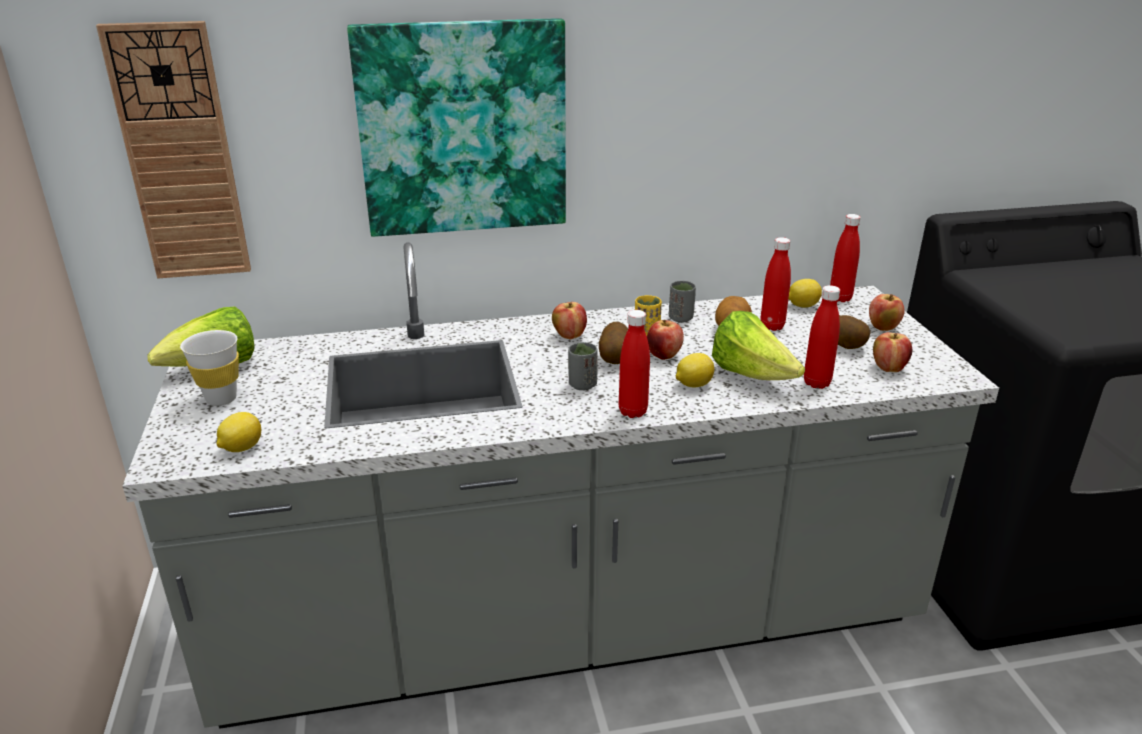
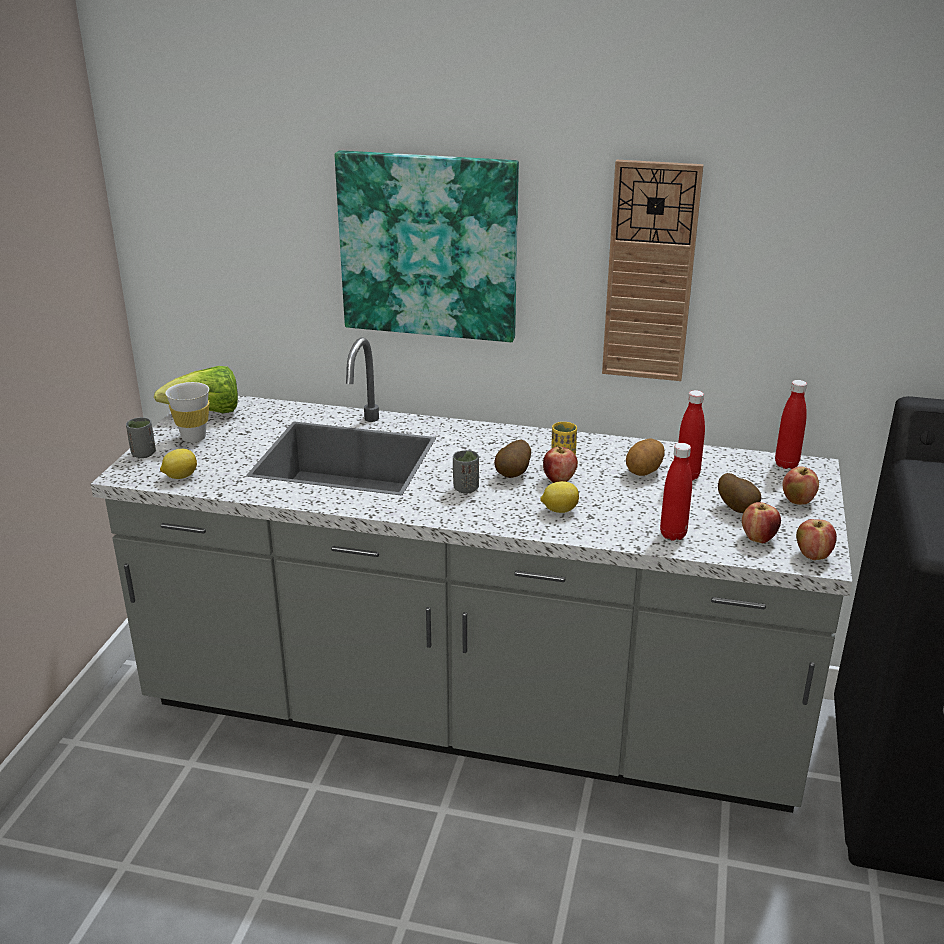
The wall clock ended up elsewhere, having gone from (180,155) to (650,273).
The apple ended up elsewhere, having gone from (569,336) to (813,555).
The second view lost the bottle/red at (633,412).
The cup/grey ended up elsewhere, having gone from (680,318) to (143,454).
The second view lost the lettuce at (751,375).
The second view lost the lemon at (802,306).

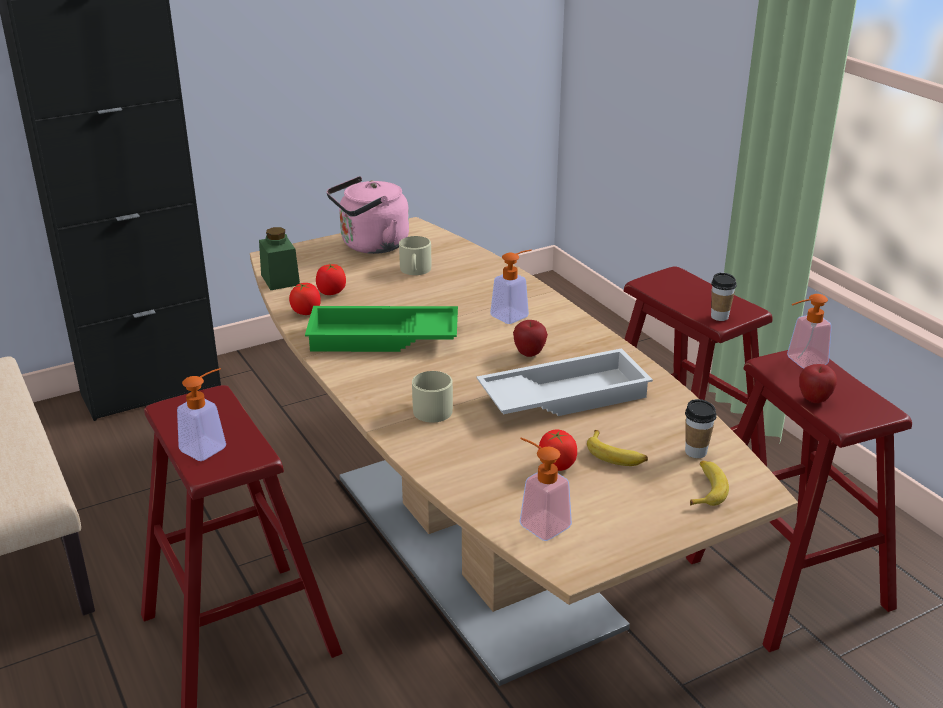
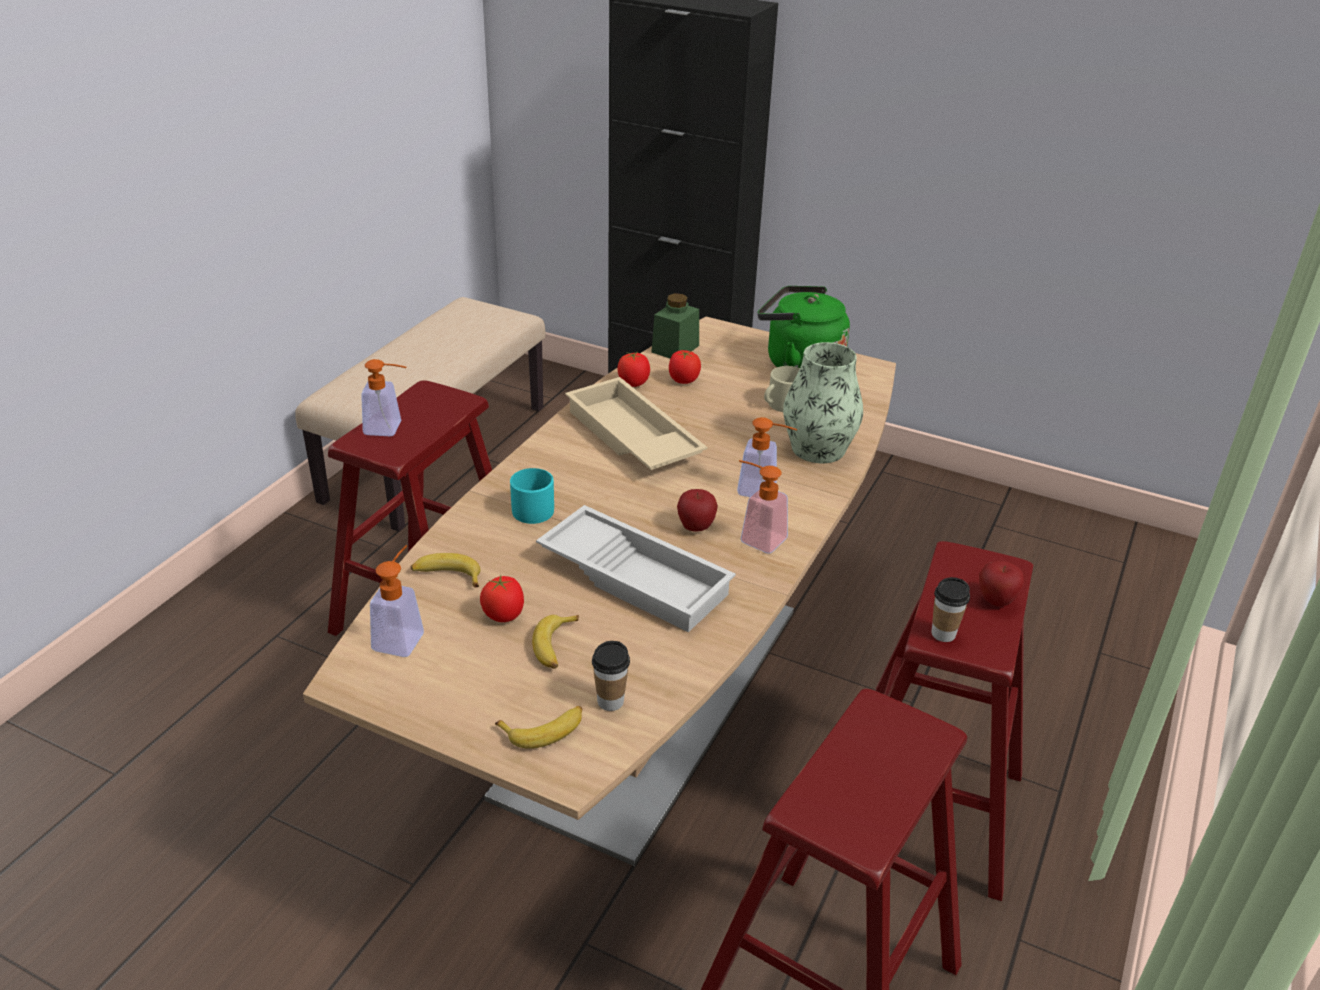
What was the tray/green at (382,339) turned into the tray/beige at (630,437).
What was the kettle/pink at (371,245) turned into the kettle/green at (799,364).
What was the mug/beige at (429,409) turned into the mug/turquoise at (535,508).
The soap dispenser ended up elsewhere, having gone from (801,362) to (756,537).
The apple ended up elsewhere, having gone from (814,399) to (996,601).
The second view gained the banana at (447,576).
The second view gained the vase at (818,449).

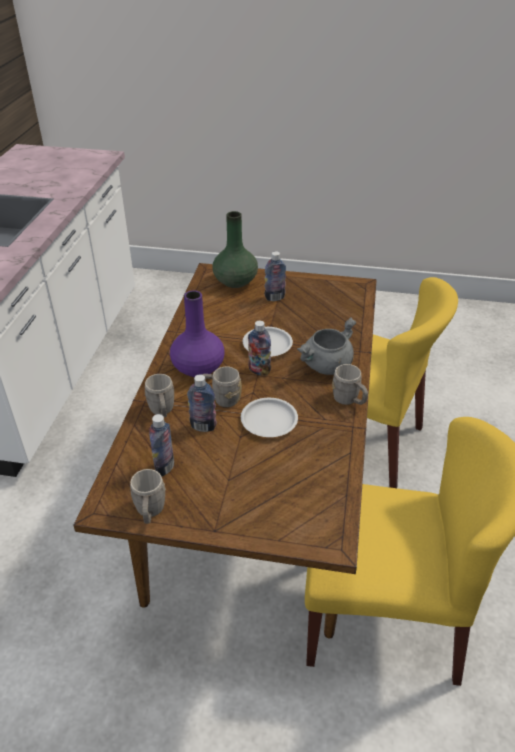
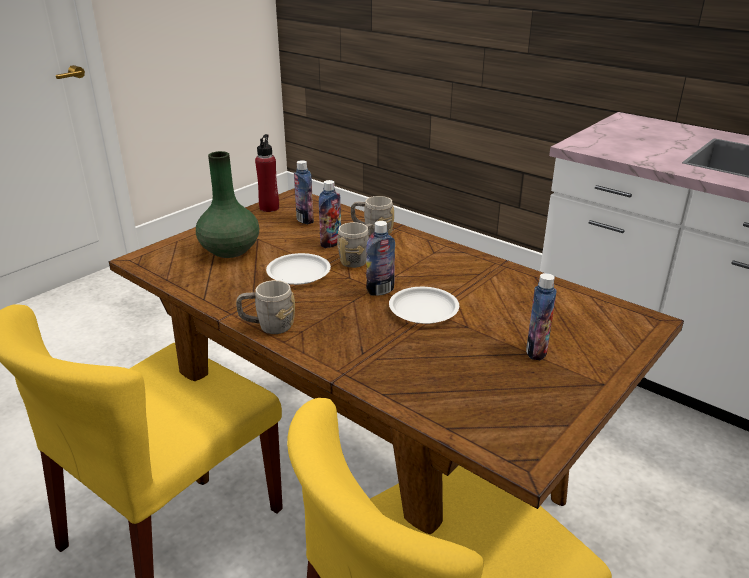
Where the mug/grey stood at (150,512), the bottle/red came to stand at (269,208).
The second view lost the vase/purple at (199,368).
The vase/green ended up elsewhere, having gone from (235,281) to (231,250).
The second view lost the cooking pot/grey at (326,366).

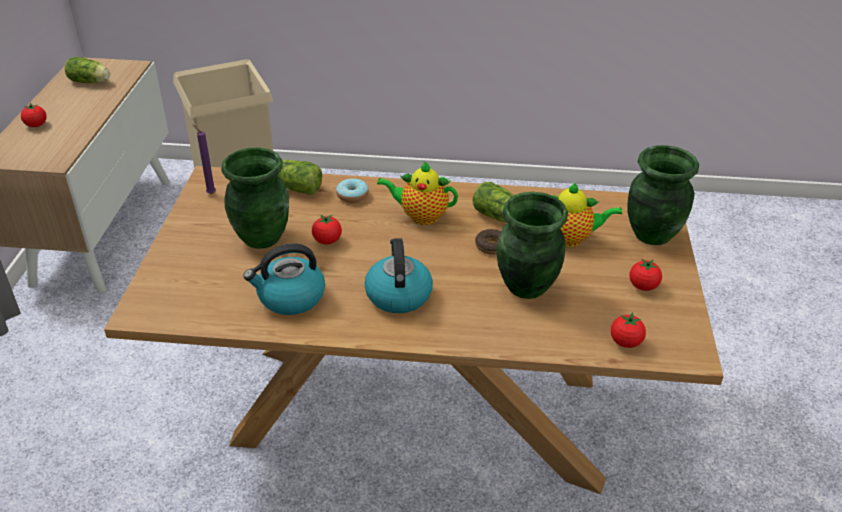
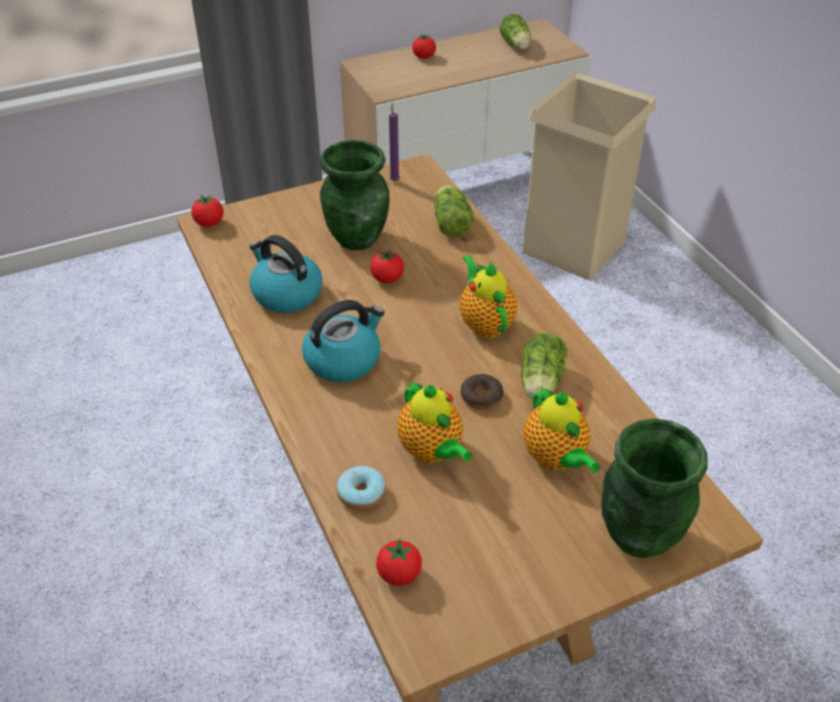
The donut ended up elsewhere, having gone from (352,196) to (361,494).
Where the vase/green stood at (526,287), the teapot came to stand at (432,451).
The tomato ended up elsewhere, having gone from (643,286) to (209,223).

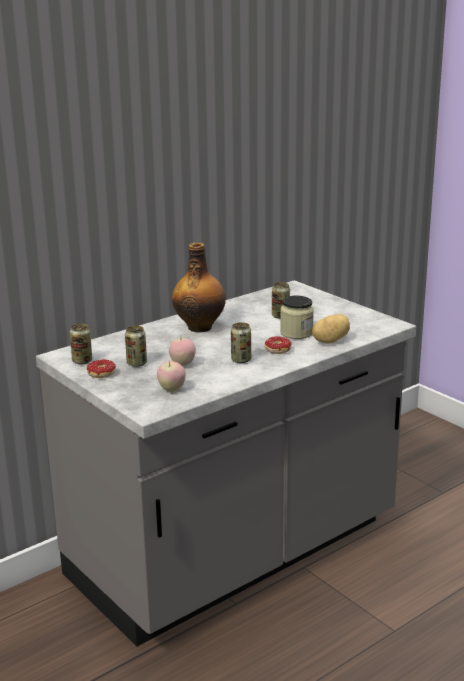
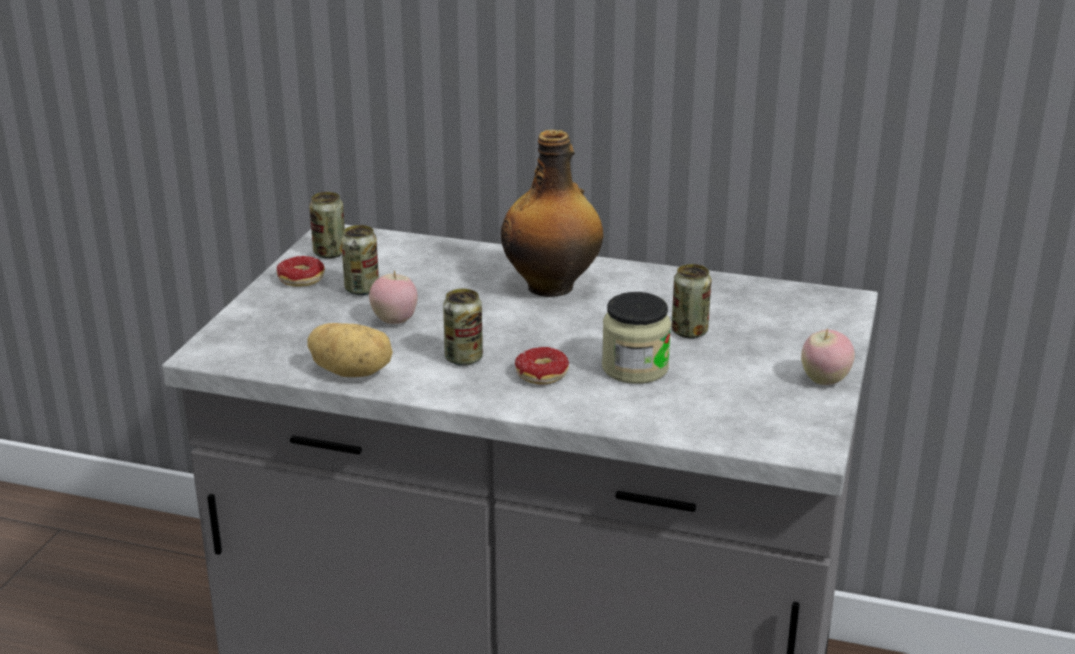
The apple ended up elsewhere, having gone from (171,389) to (825,380).
The potato ended up elsewhere, having gone from (329,341) to (352,372).

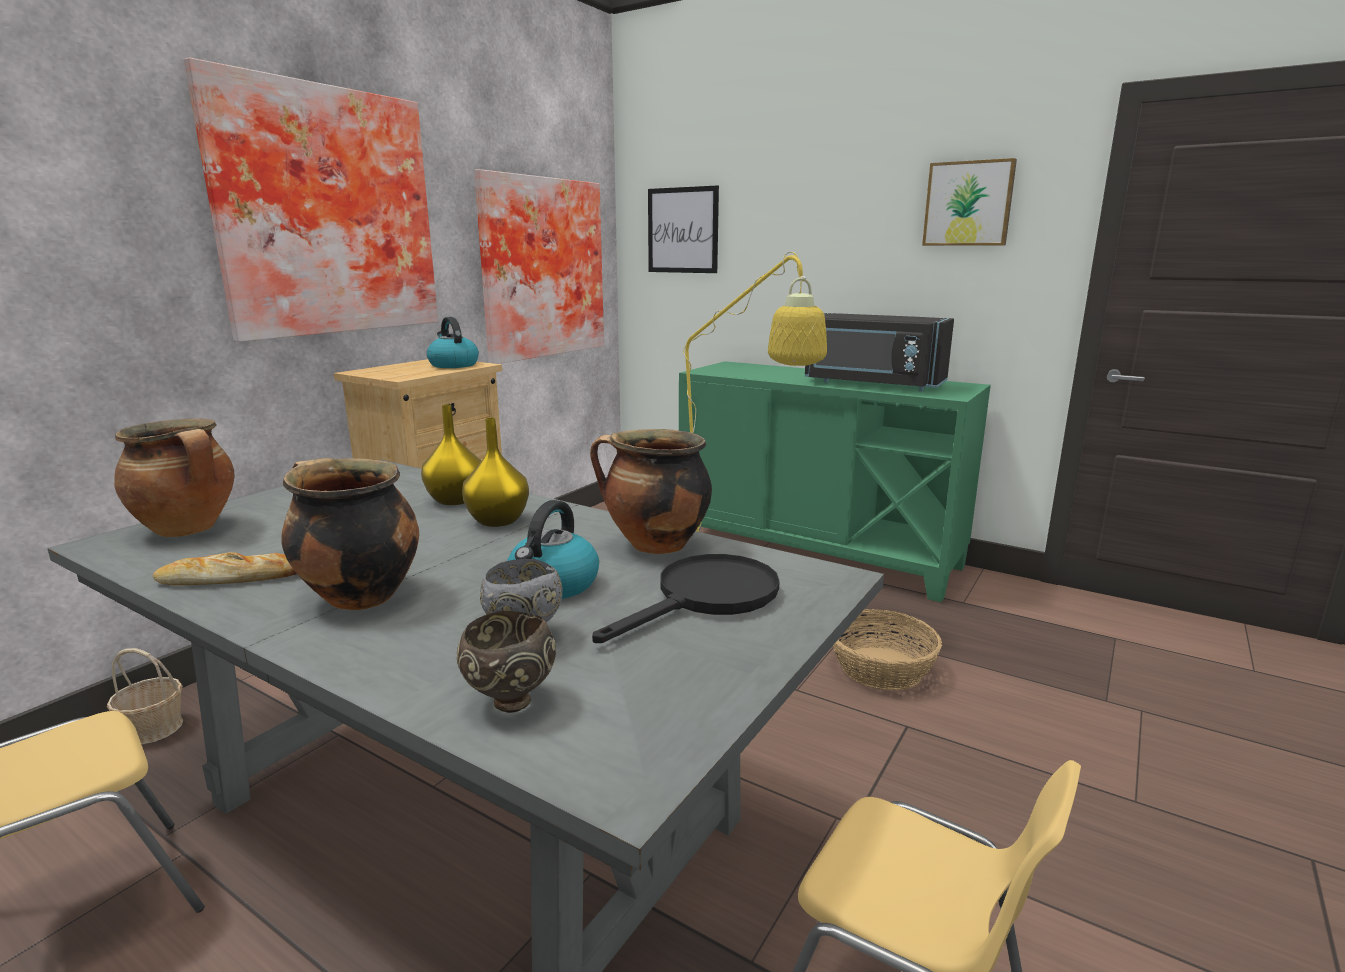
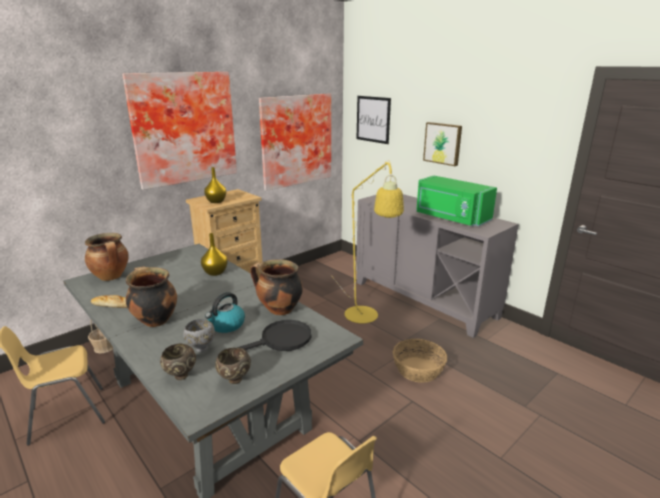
The second view lost the kettle at (453,365).
The vase/yellow ended up elsewhere, having gone from (499,521) to (216,201).
What was the cabinet/green at (817,552) turned into the cabinet/grey at (424,299).
What was the microwave/black at (872,384) turned into the microwave/green at (451,218).
The picture ended up elsewhere, having gone from (968,204) to (443,143).
The second view gained the bowl/brown at (234,380).

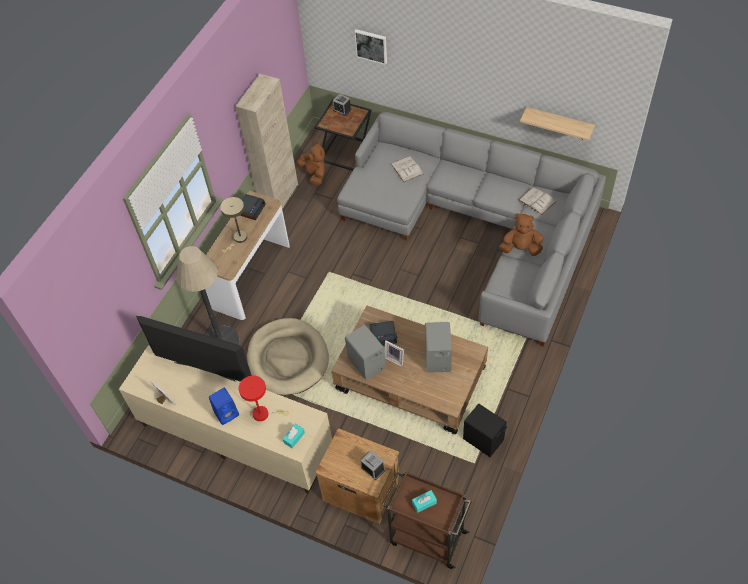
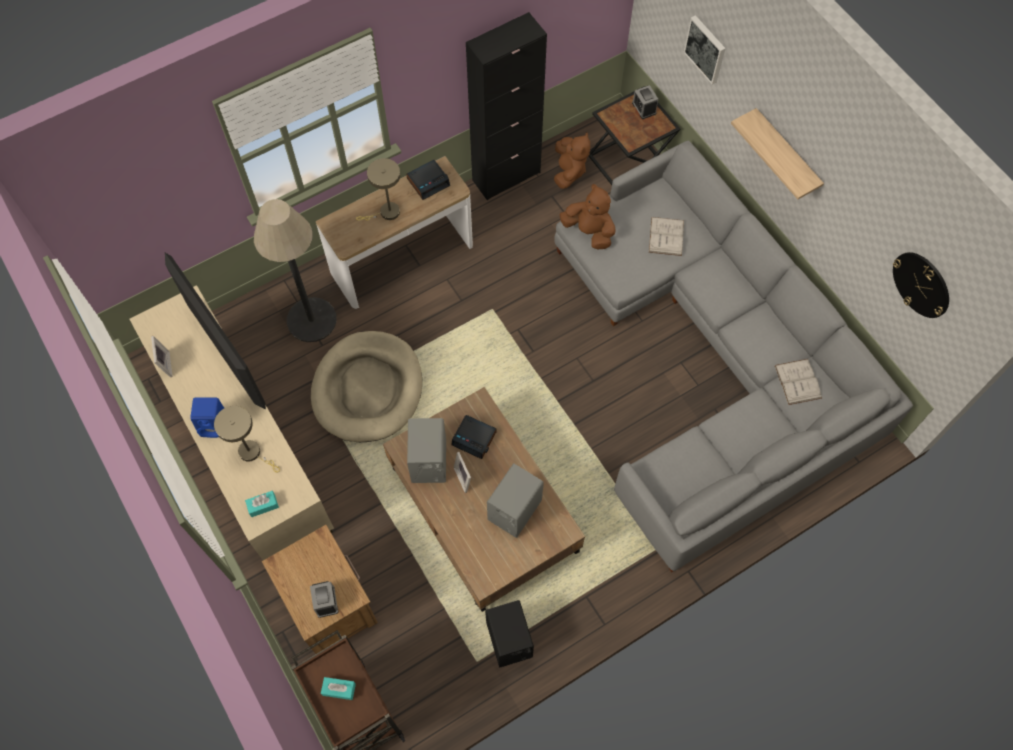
What was the cabinet/beige at (279,197) turned into the cabinet/black at (506,176).
What was the table lamp/red at (263,414) turned into the table lamp/beige at (253,453).
The plush toy/brown ended up elsewhere, having gone from (521,248) to (589,231).
The shelf ended up elsewhere, having gone from (559,124) to (785,155).
The second view gained the wall clock at (921,284).

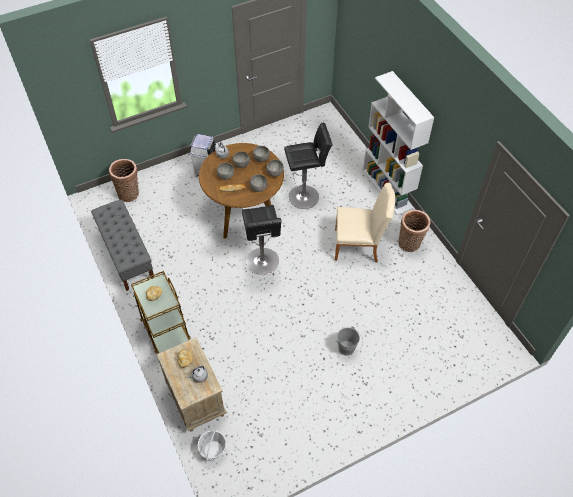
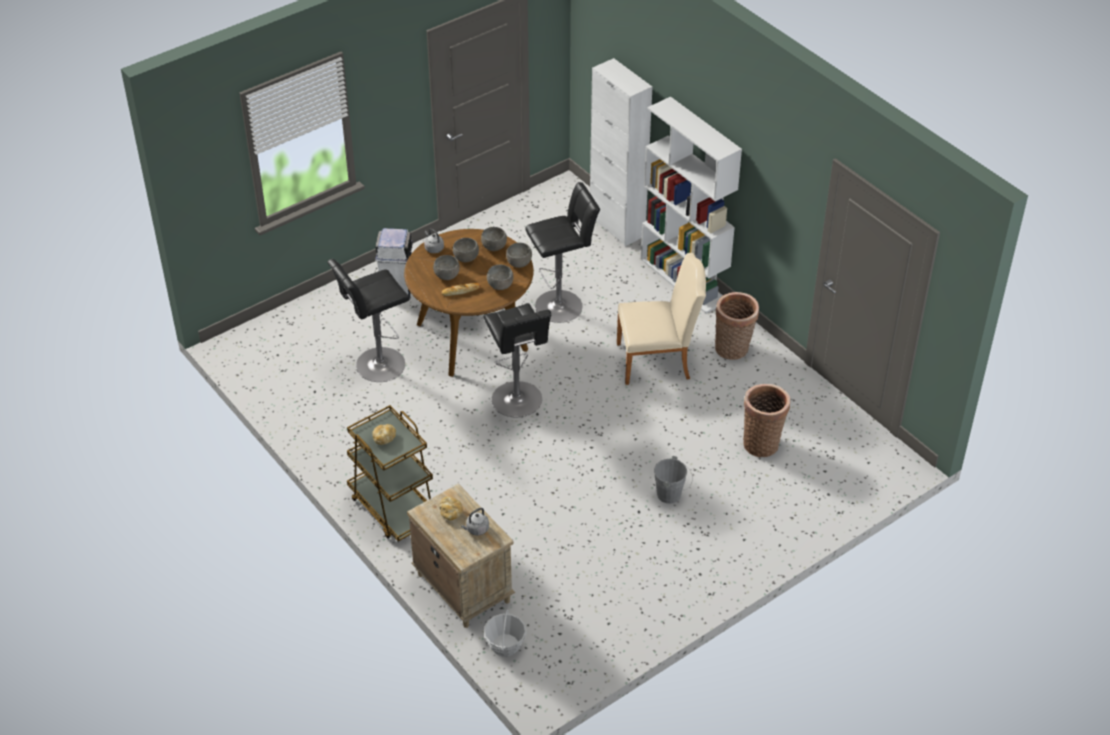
The second view lost the bench/grey at (126,255).
The basket ended up elsewhere, having gone from (129,193) to (762,442).
The second view gained the stool/black at (377,366).
The second view gained the cabinet/white at (617,226).

